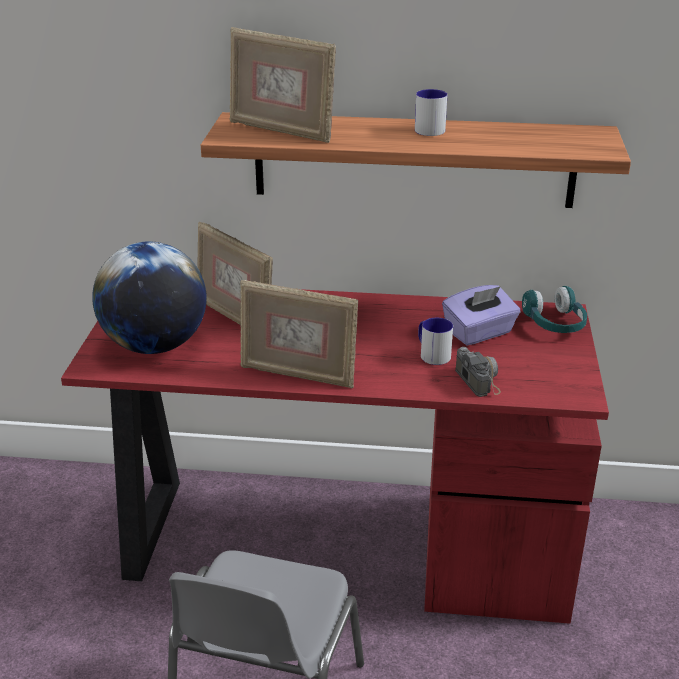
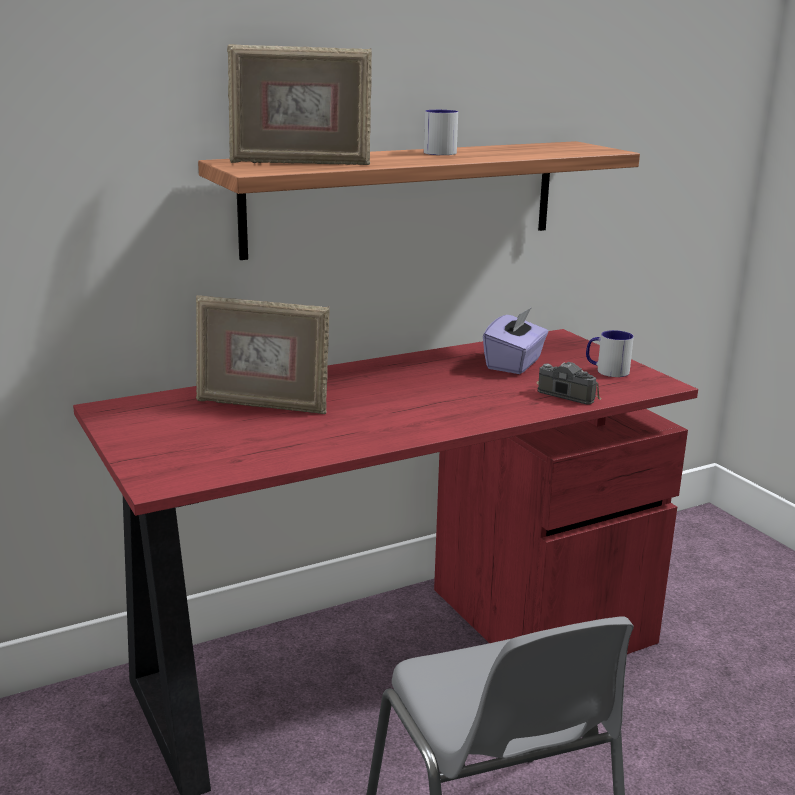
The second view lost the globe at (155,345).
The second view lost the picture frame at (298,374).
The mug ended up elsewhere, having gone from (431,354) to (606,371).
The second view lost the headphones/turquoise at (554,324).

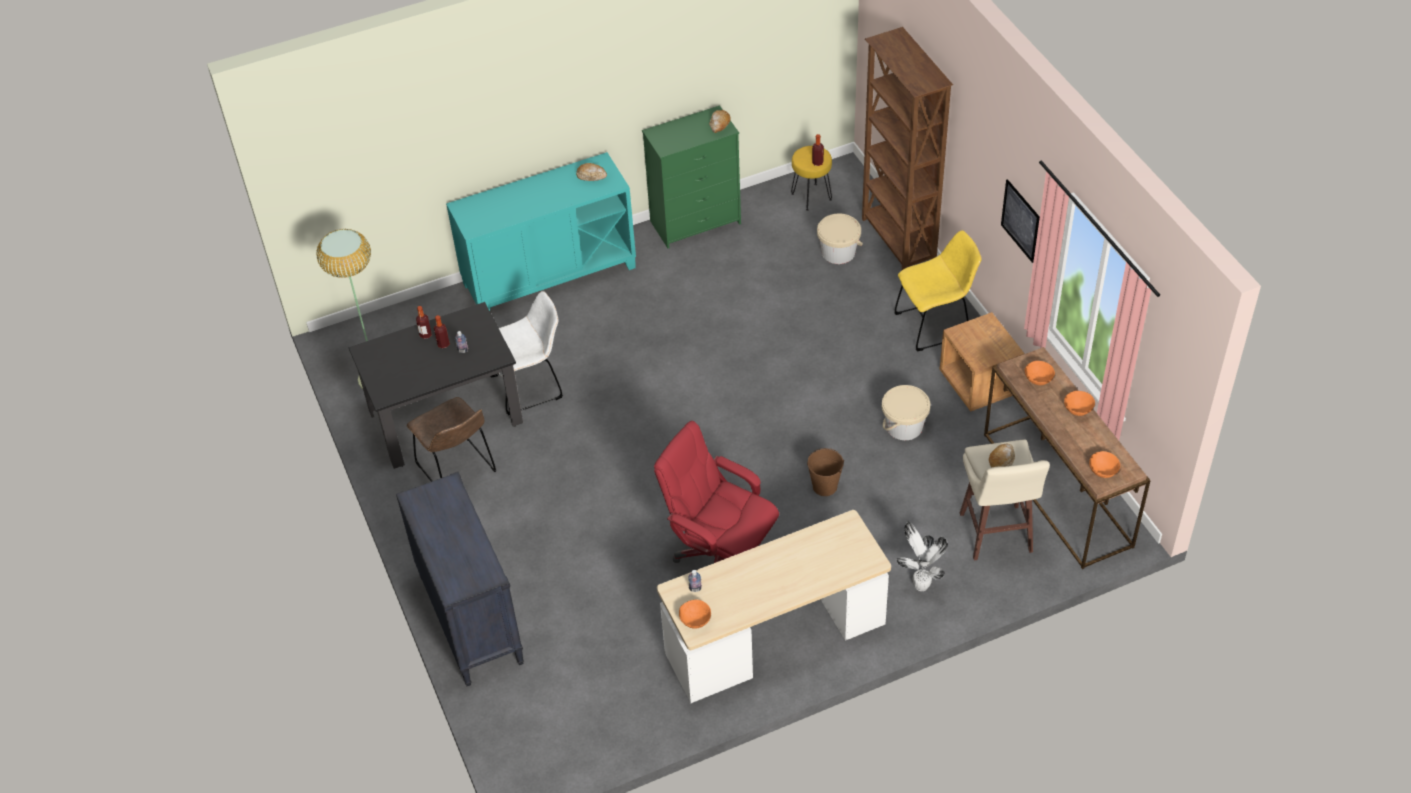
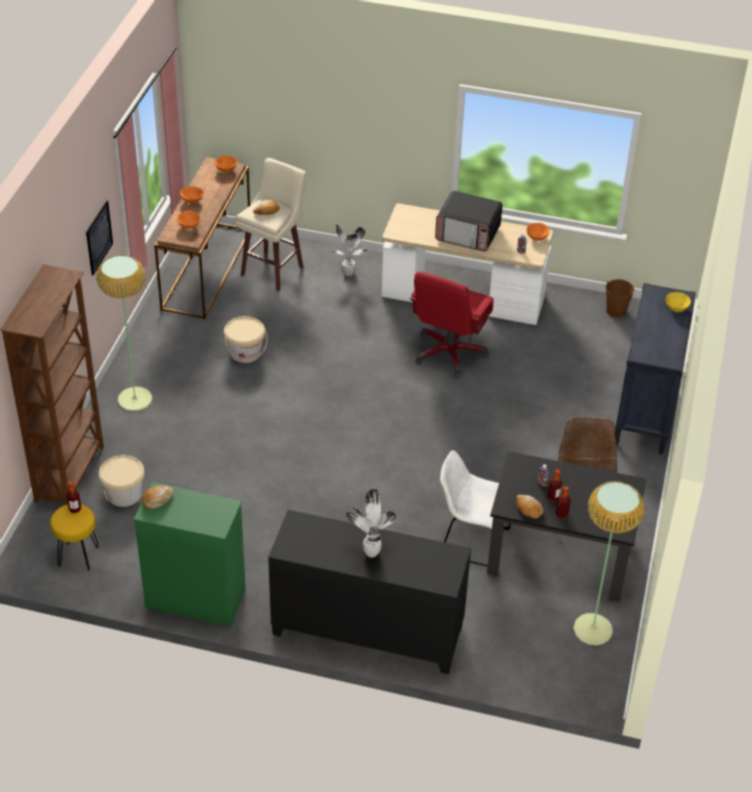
What was the cabinet/turquoise at (549,275) turned into the cabinet/black at (367,631).
The bread ended up elsewhere, having gone from (591,175) to (528,509).
The office chair/red at (720,556) ended up facing another way, 45 degrees clockwise from before.
The bucket/brown ended up elsewhere, having gone from (825,486) to (616,311).
Where the chair/yellow stood at (935,324), the floor lamp came to stand at (134,399).
The second view lost the nightstand/brown at (979,384).
The second view gained the potted plant at (370,553).
The second view gained the microwave at (468,234).
The second view gained the bowl/yellow at (676,309).

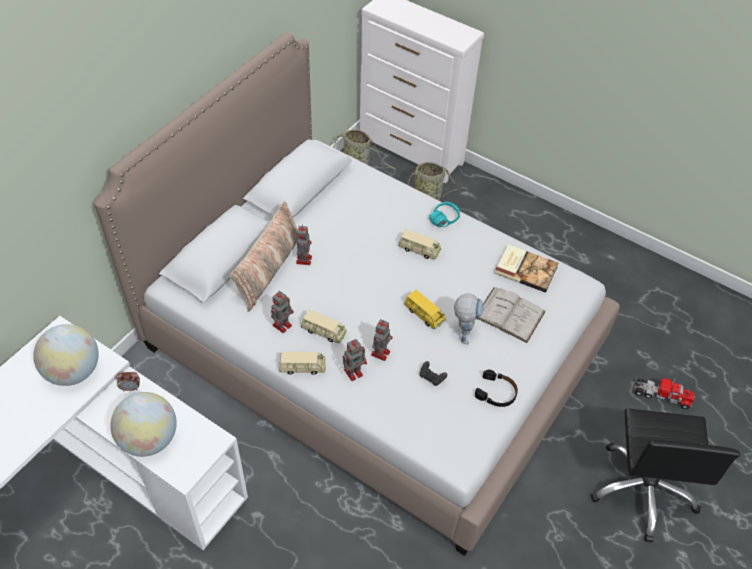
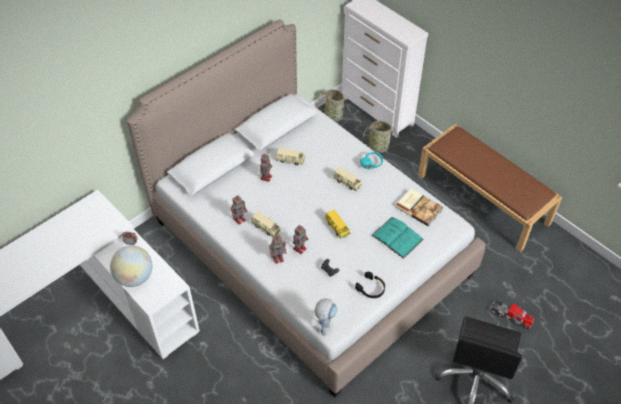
The second view lost the globe at (73,371).
The second view lost the pillow at (268,269).
The toy car/beige ended up elsewhere, having gone from (302,367) to (290,160).
The toy robot ended up elsewhere, having gone from (463,333) to (325,326).
What was the book/white at (510,314) turned into the book/turquoise at (397,237).
The second view gained the bench/brown at (484,199).

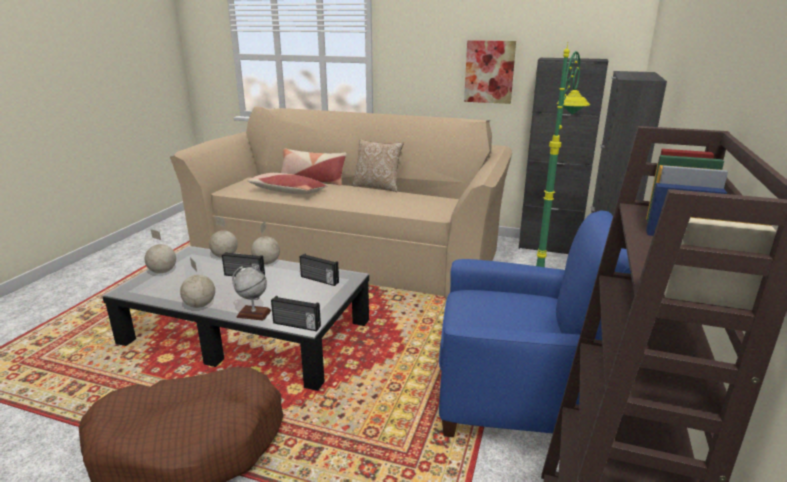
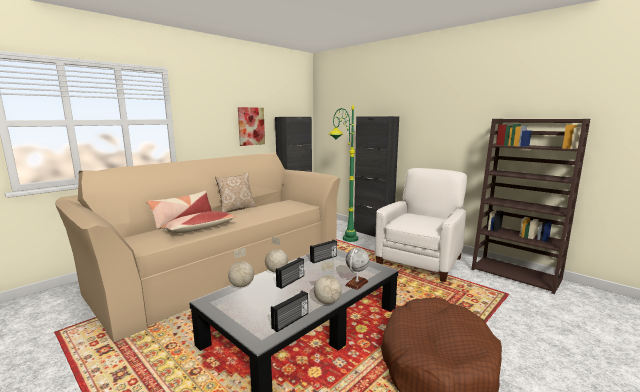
The second view lost the globe at (163,272).
The radio ended up elsewhere, having gone from (296,325) to (291,321).
What was the armchair/blue at (515,396) turned into the armchair/white at (420,261).

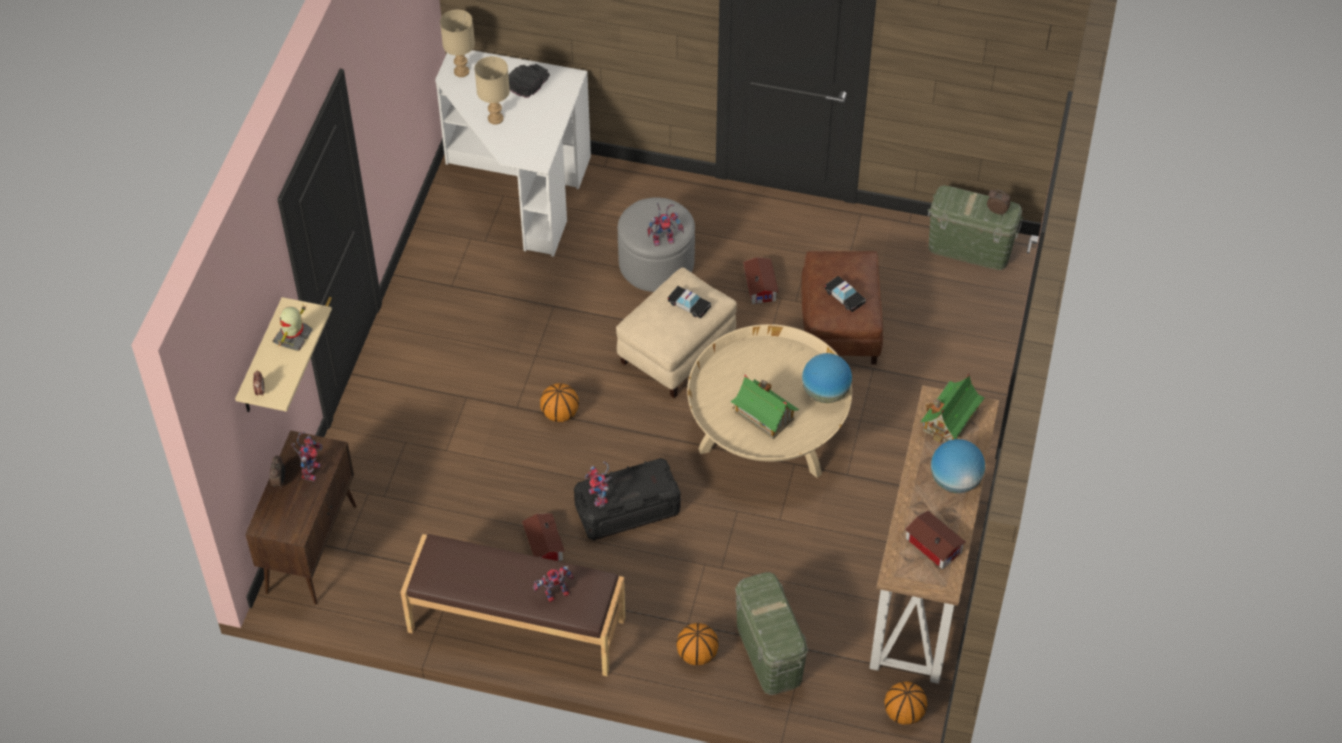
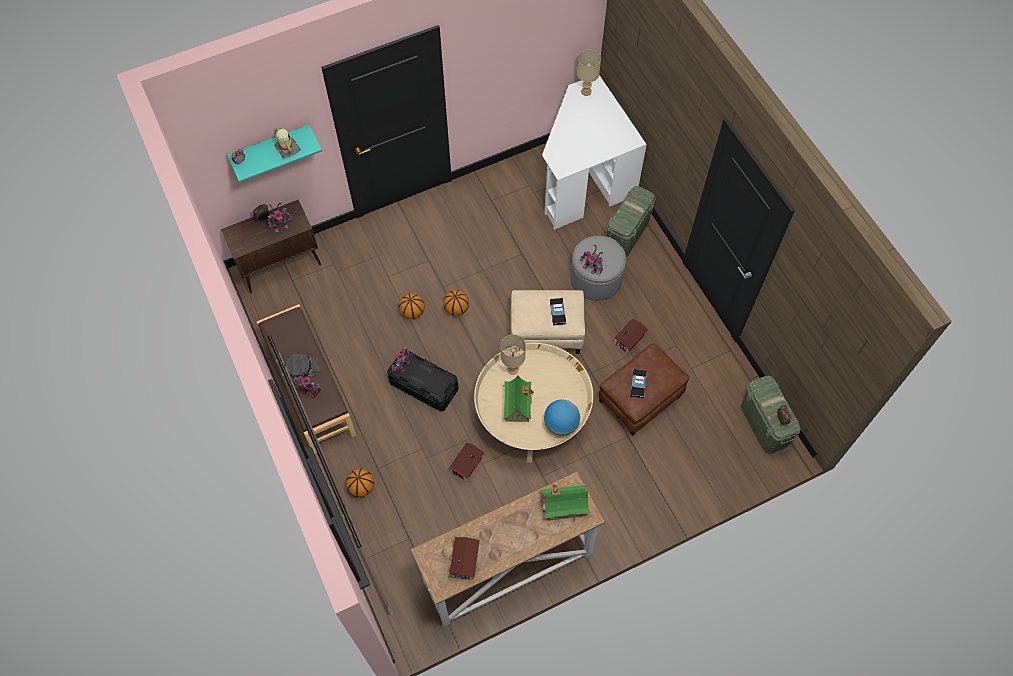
What was the shelf/beige at (261,360) turned into the shelf/turquoise at (271,148).
The toy robot at (293,337) ended up facing another way, 75 degrees clockwise from before.
The table lamp/beige ended up elsewhere, having gone from (495,118) to (512,369).
The cap/black ended up elsewhere, having gone from (528,81) to (303,367).
The toy house ended up elsewhere, having gone from (543,546) to (465,464).
The storage box/green ended up elsewhere, having gone from (768,653) to (627,234).
The basketball ended up elsewhere, having gone from (903,713) to (412,312).
The second view lost the globe at (955,481).

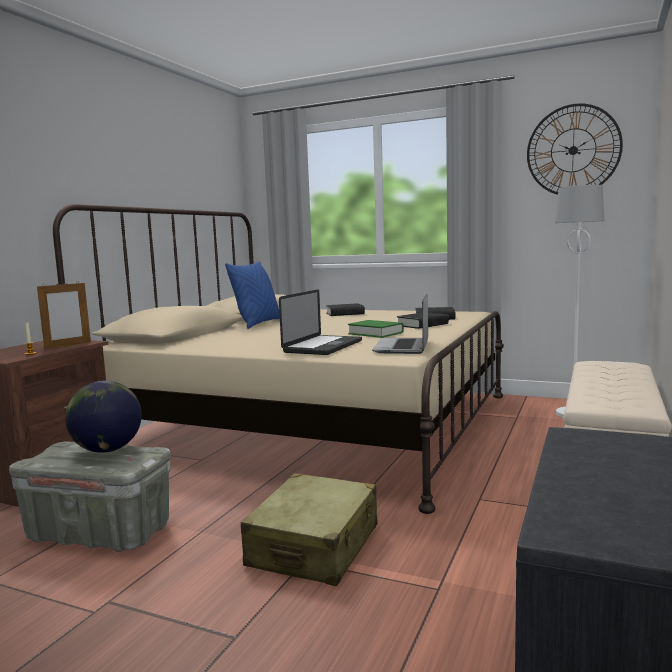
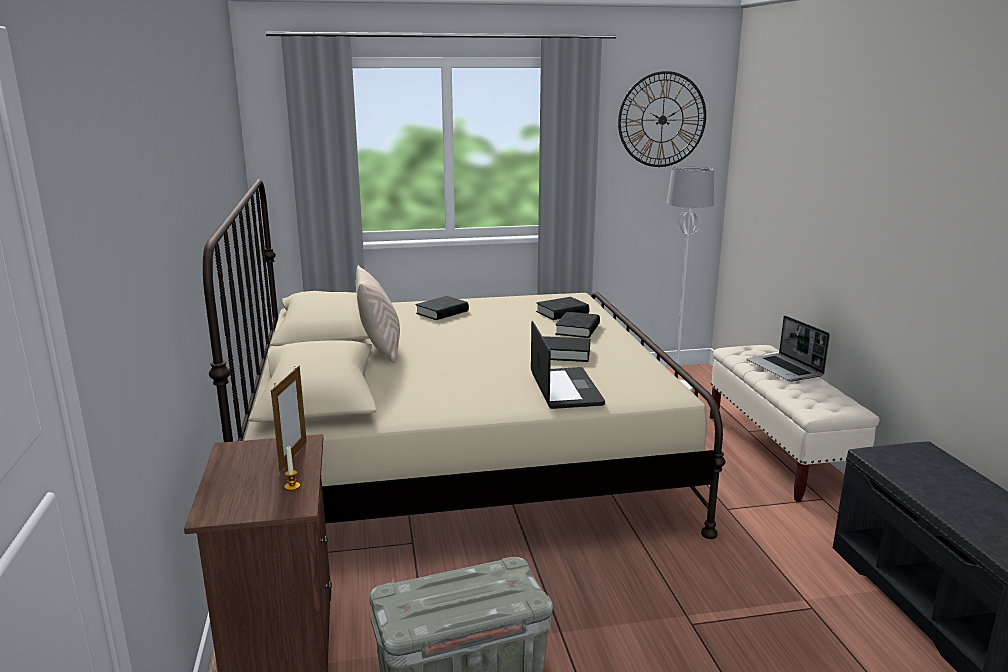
The second view lost the globe at (107,450).
What was the pillow/blue at (257,323) turned into the pillow/beige at (380,349).
The second view lost the suitcase/beige at (314,546).
What was the book/green at (375,333) turned into the book/black at (564,354).
The laptop ended up elsewhere, having gone from (403,347) to (785,369).

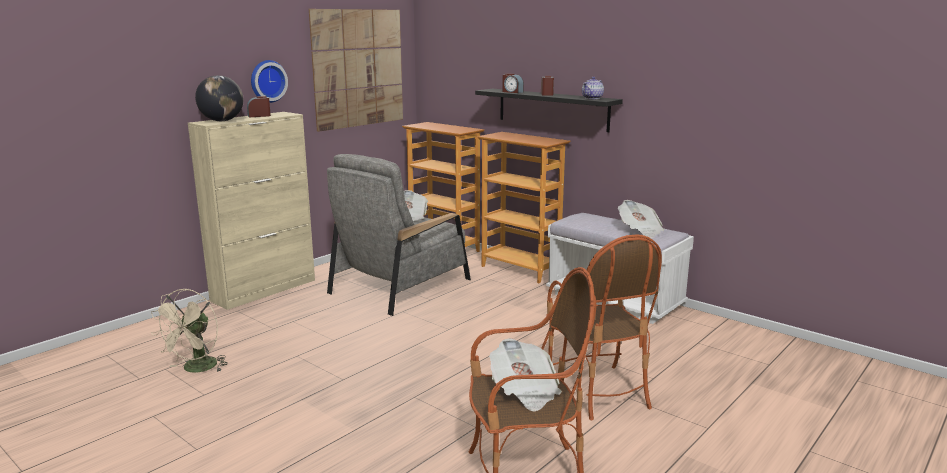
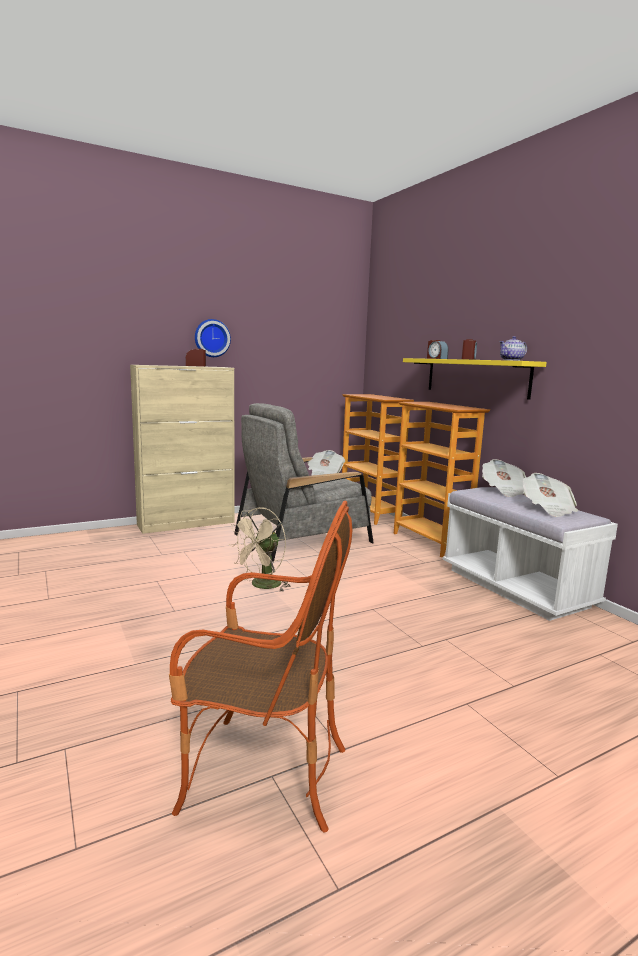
The fan/beige ended up elsewhere, having gone from (196,369) to (262,586).
The second view lost the globe at (222,121).
The second view lost the picture at (358,68).
What was the shelf/black at (552,109) turned into the shelf/yellow at (475,377).
The newspaper ended up elsewhere, having gone from (524,391) to (504,491).
The second view lost the armchair at (597,391).

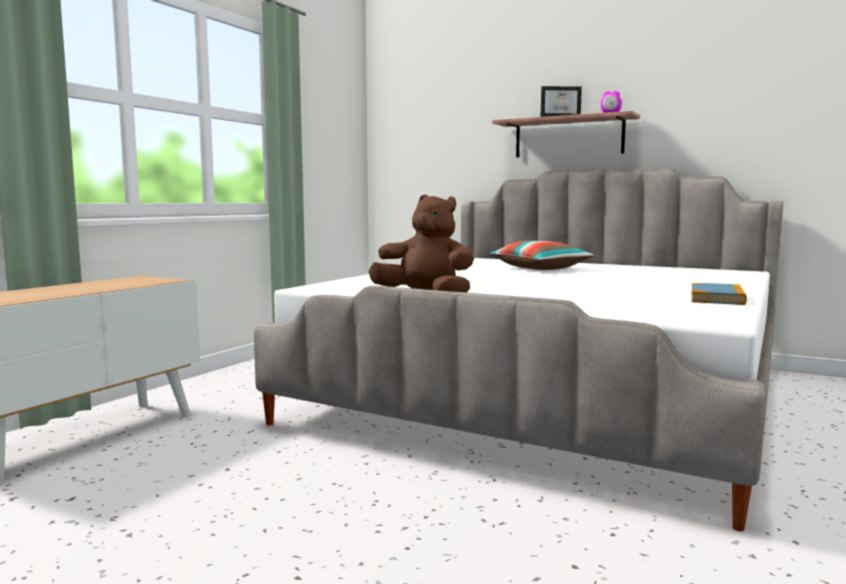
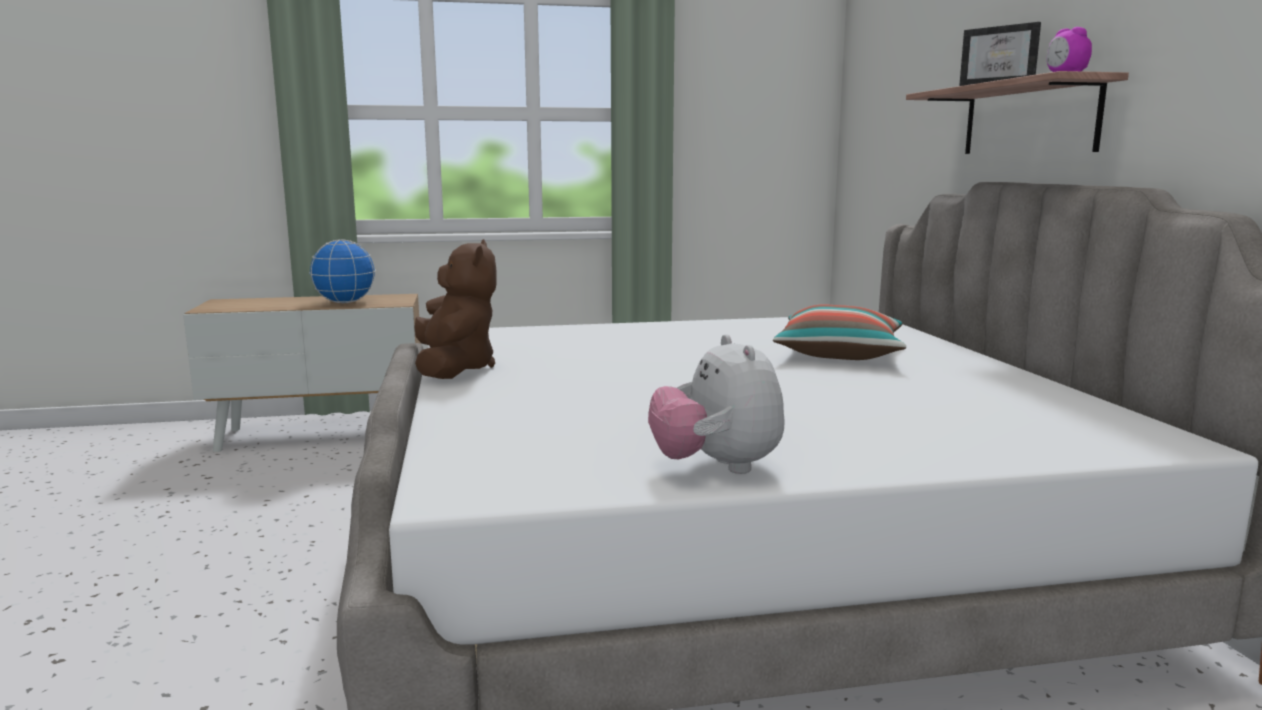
Where the book stood at (717,298), the plush toy came to stand at (716,467).
The second view gained the globe at (345,302).

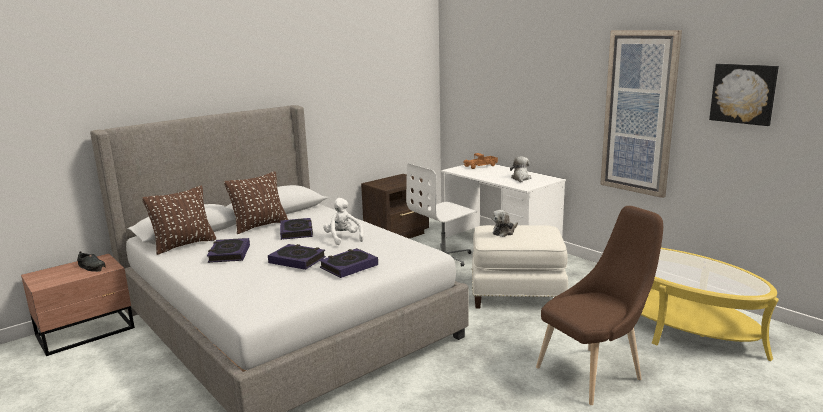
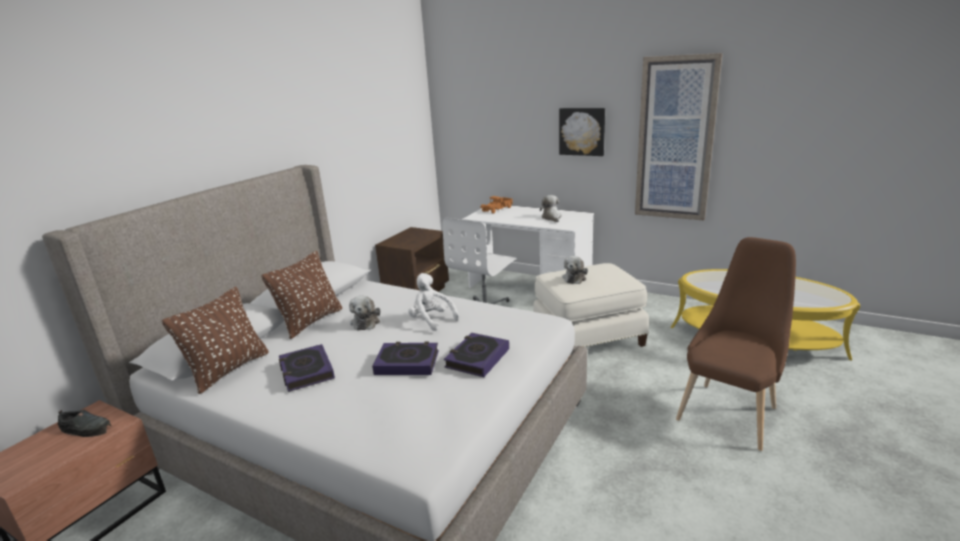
Where the book stood at (296,232), the plush toy came to stand at (366,321).
The picture ended up elsewhere, having gone from (743,93) to (582,131).

